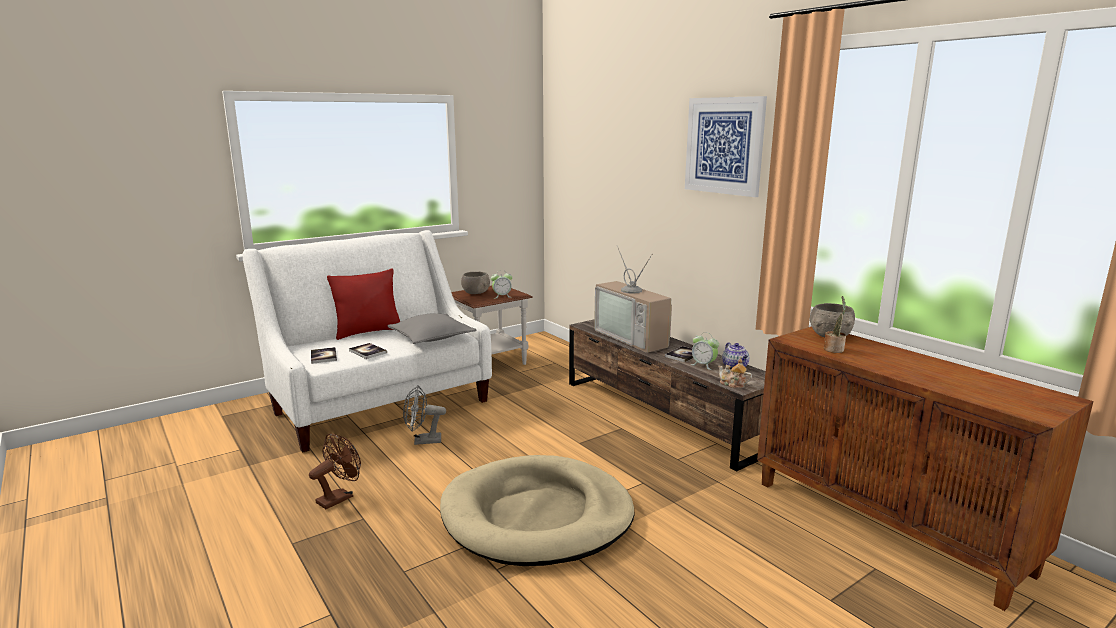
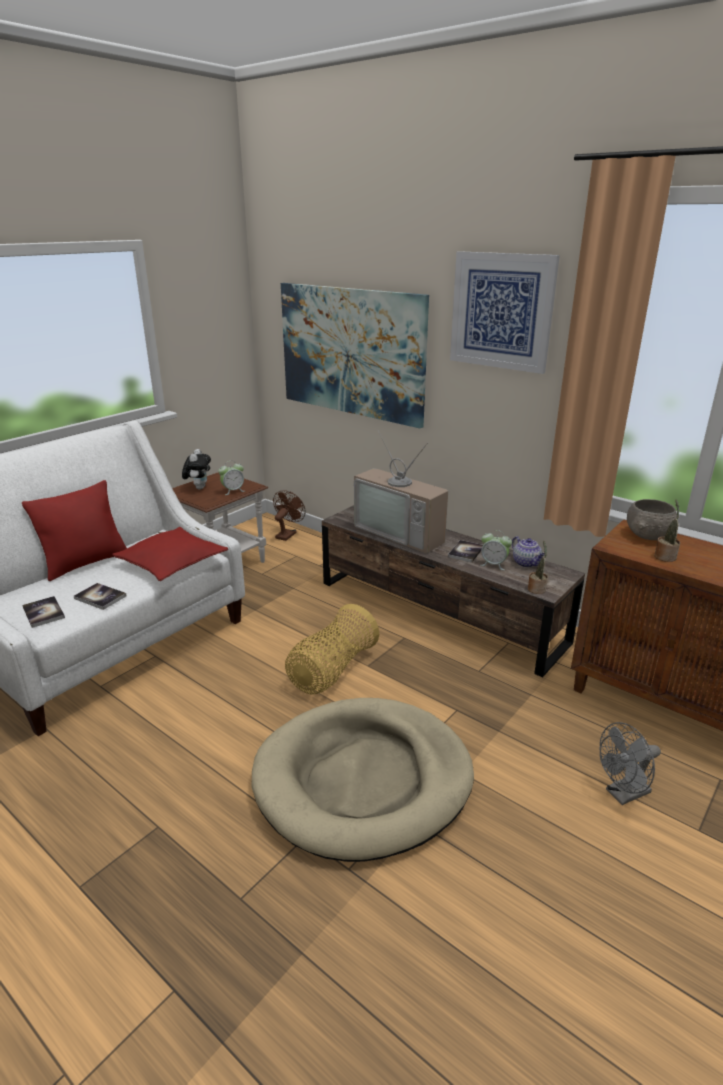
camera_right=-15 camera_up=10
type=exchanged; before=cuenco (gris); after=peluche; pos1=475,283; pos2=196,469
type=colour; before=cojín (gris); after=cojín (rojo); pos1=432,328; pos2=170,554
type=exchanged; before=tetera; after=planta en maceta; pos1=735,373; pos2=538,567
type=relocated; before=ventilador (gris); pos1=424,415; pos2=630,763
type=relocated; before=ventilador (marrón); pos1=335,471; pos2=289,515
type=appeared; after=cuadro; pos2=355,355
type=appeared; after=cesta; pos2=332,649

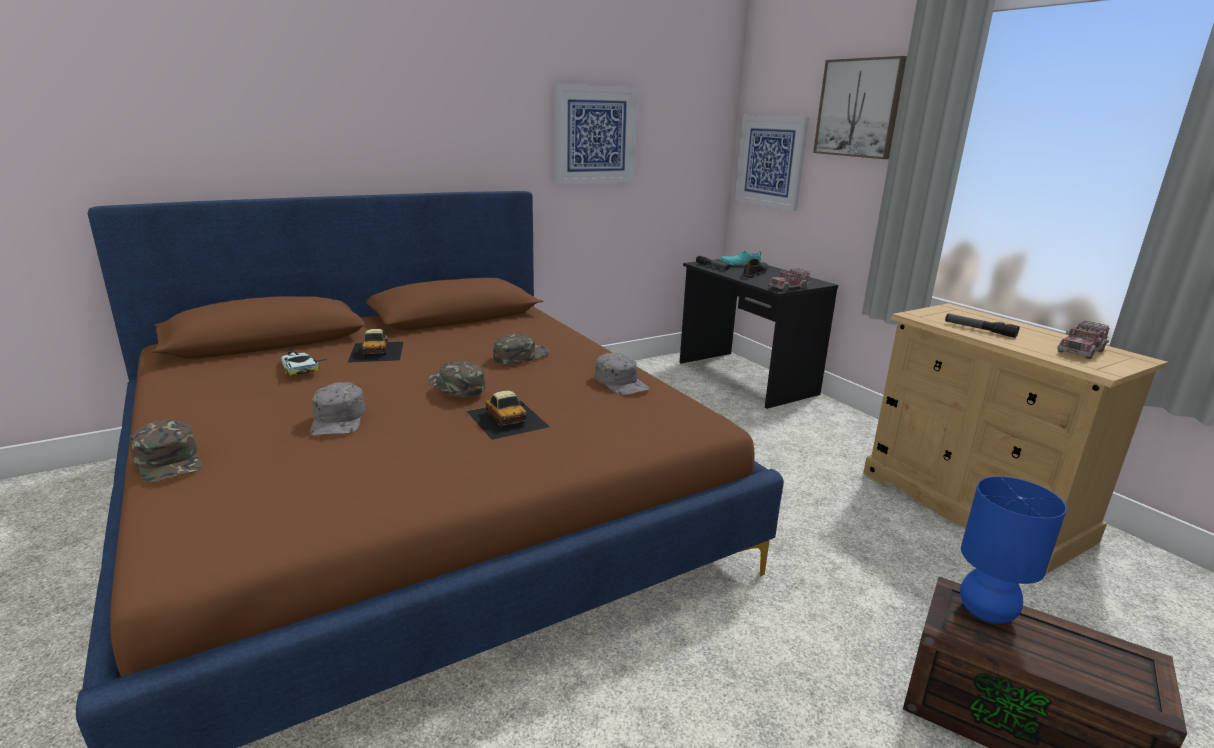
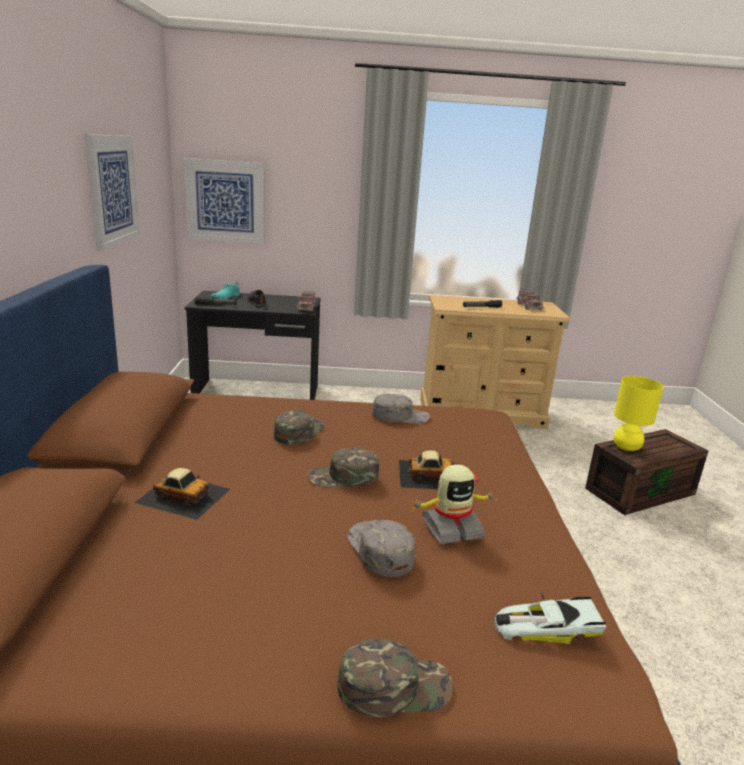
camera_right=-60 camera_up=0
type=missing; before=cuadro; pos1=860,107
type=spun; before=gorra (verde); pos1=521,349; pos2=299,427; turn=45
type=relocated; before=coche de juguete; pos1=304,362; pos2=550,618
type=spun; before=gorra (gris); pos1=337,409; pos2=381,548; turn=-135
type=colour; before=lámpara de mesa (azul); after=lámpara de mesa (amarillo); pos1=1013,550; pos2=638,413
type=appeared; after=robot de juguete; pos2=453,504

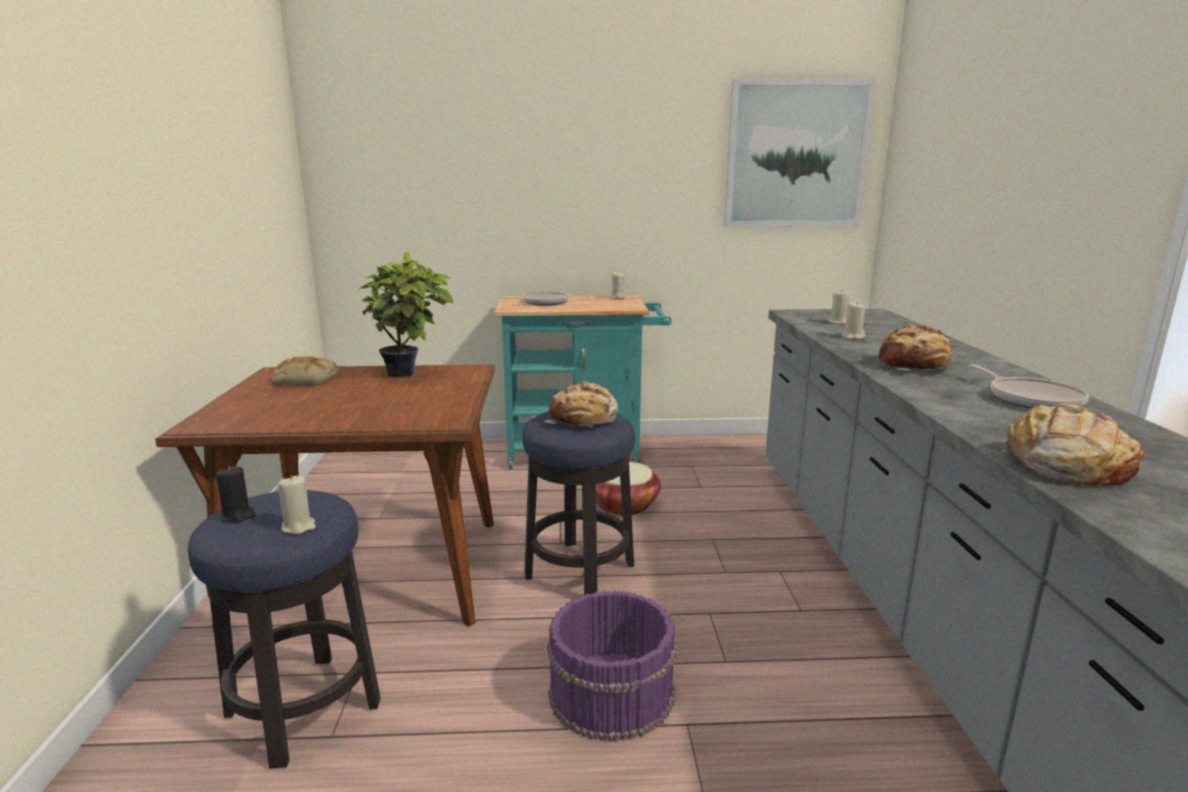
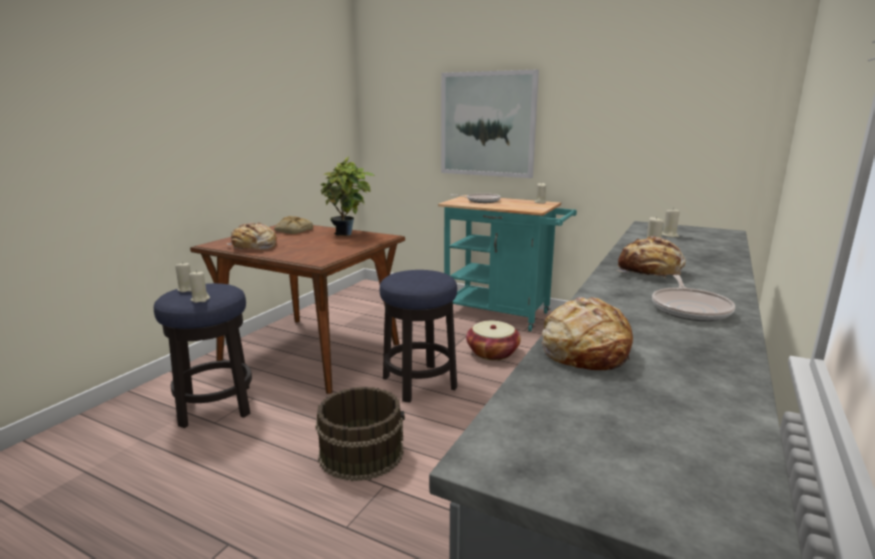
camera_right=30 camera_up=0
type=relocated; before=cuadro; pos1=800,152; pos2=490,124
type=relocated; before=pan; pos1=581,404; pos2=251,236
type=colour; before=vela (negro); after=vela (beis); pos1=235,494; pos2=183,277
type=colour; before=cubo (morado); after=cubo (marrón); pos1=612,667; pos2=360,434

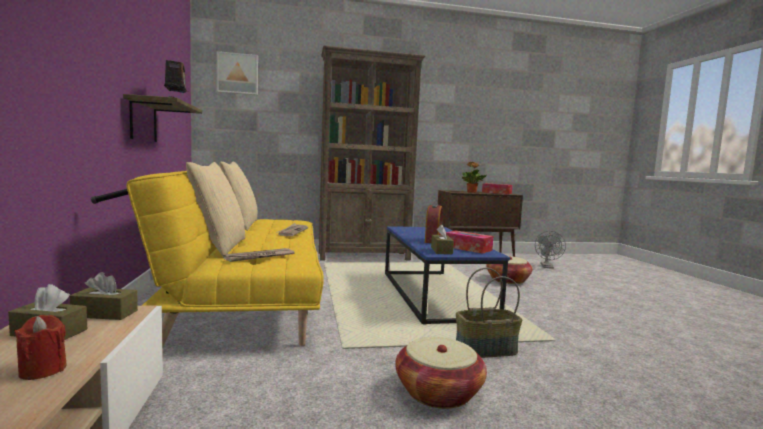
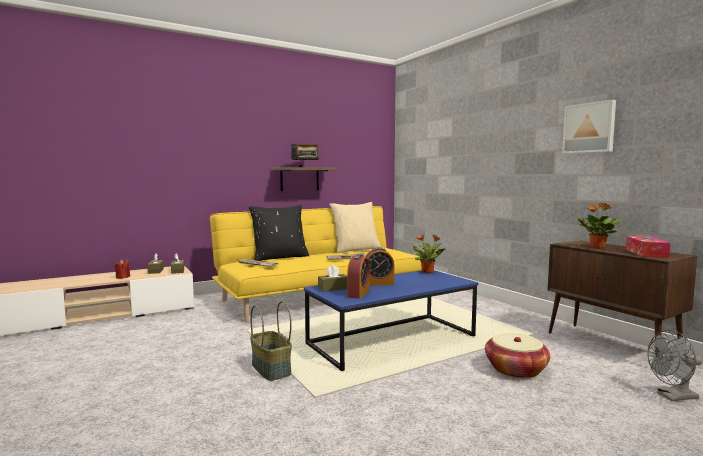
camera_right=70 camera_up=0
type=missing; before=estantería (marrón); pos1=372,153
type=relocated; before=cuadro; pos1=237,73; pos2=589,126
type=colour; before=cojín (beis); after=cojín (negro); pos1=215,209; pos2=279,233
type=exchanged; before=caja de pañuelos; after=despertador; pos1=470,242; pos2=358,276
type=missing; before=cesta; pos1=441,373
type=appeared; after=planta en maceta; pos2=428,253

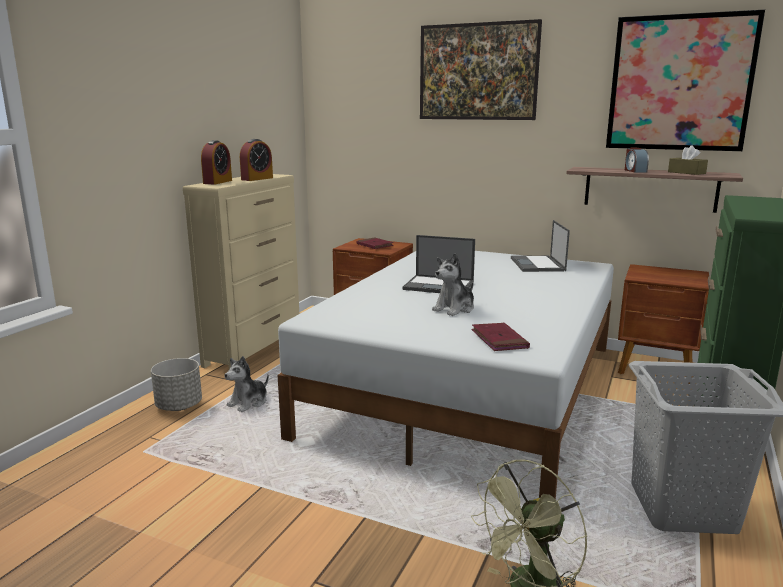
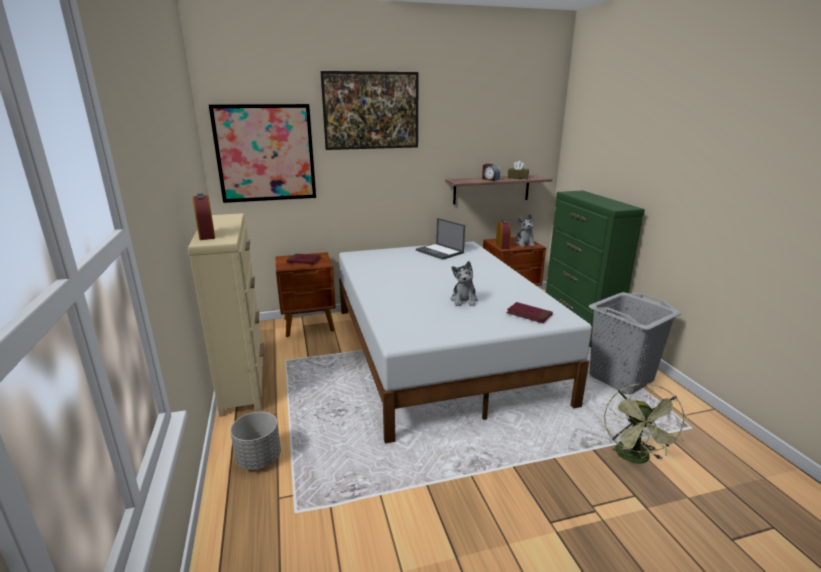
camera_right=-40 camera_up=5
type=relocated; before=cuadro; pos1=685,80; pos2=262,153
type=relocated; before=despertador; pos1=256,160; pos2=503,234
type=missing; before=portátil; pos1=438,264
type=relocated; before=peluche; pos1=246,384; pos2=525,230

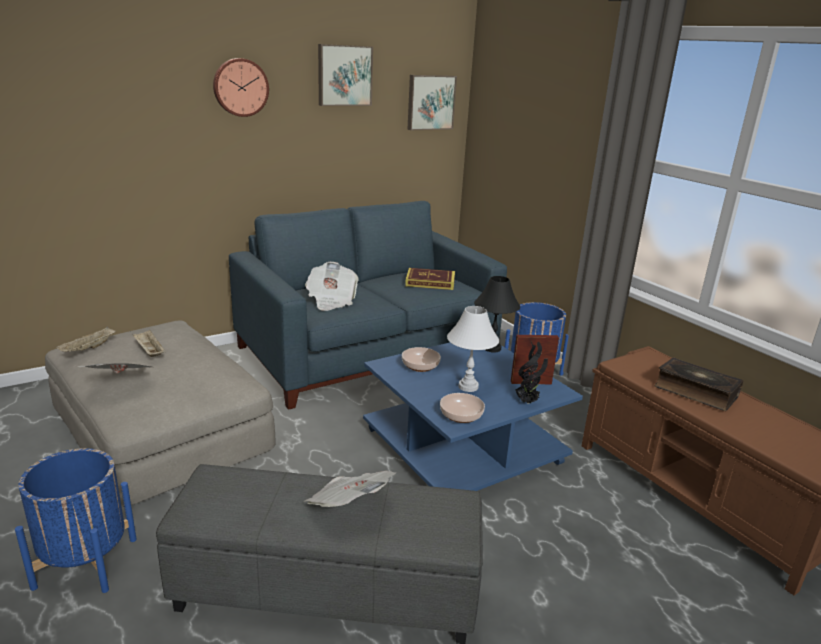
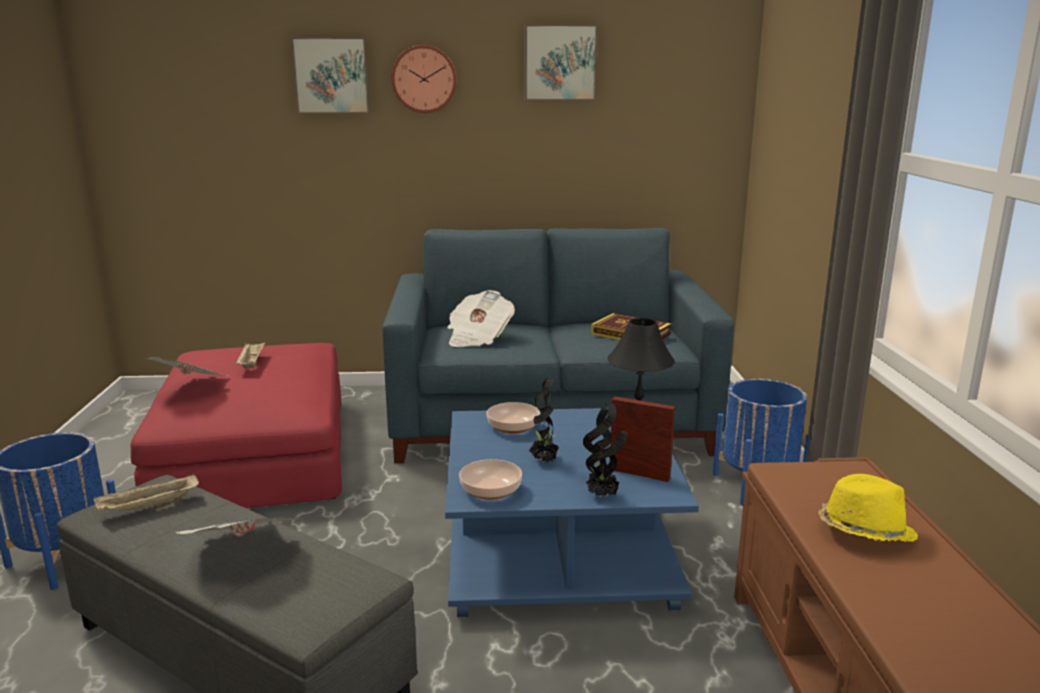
camera_right=30 camera_up=-5
type=relocated; before=cuadro; pos1=432,102; pos2=330,75
type=exchanged; before=lámpara de mesa (blanco); after=planta en maceta; pos1=473,349; pos2=545,420
type=colour; before=puf (beis); after=puf (rojo); pos1=160,413; pos2=236,425
type=relocated; before=bandeja (beis); pos1=86,339; pos2=146,492
type=exchanged; before=libro; after=sombrero (amarillo); pos1=698,384; pos2=868,508

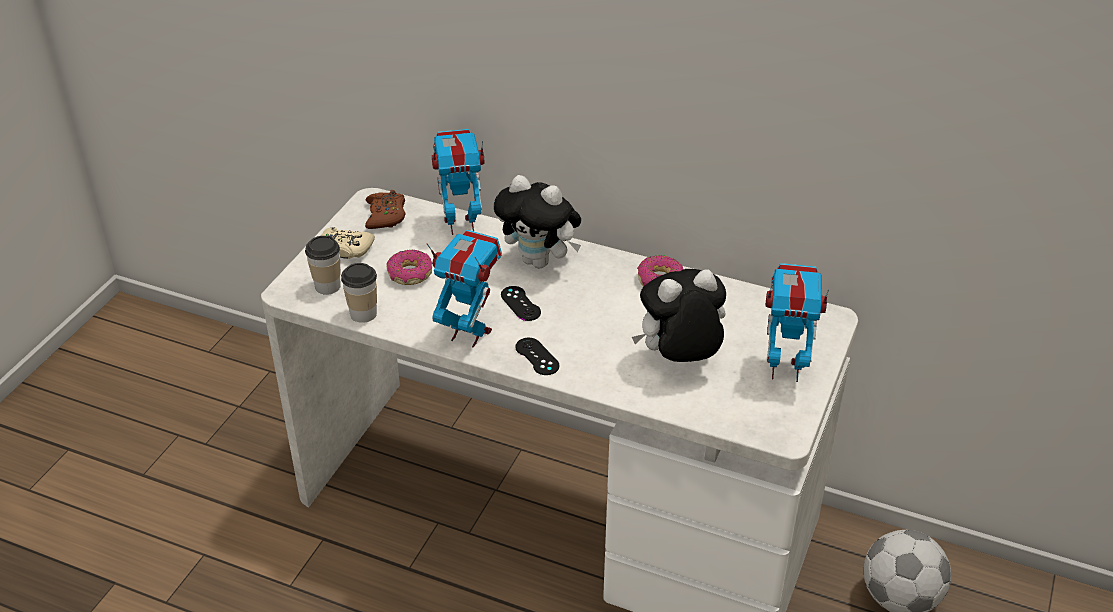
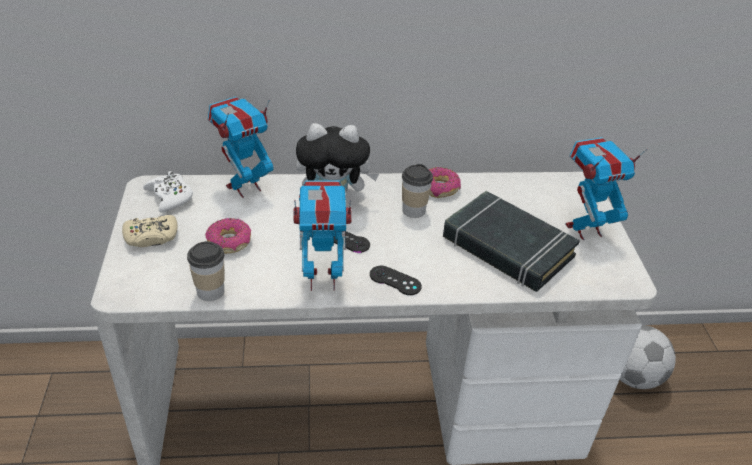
camera_right=-30 camera_up=0
type=colour; before=mando de consola (marrón); after=mando de consola (blanco); pos1=385,209; pos2=168,192
type=relocated; before=taza; pos1=323,265; pos2=417,191
type=exchanged; before=peluche; after=libro (negro); pos1=679,315; pos2=511,241

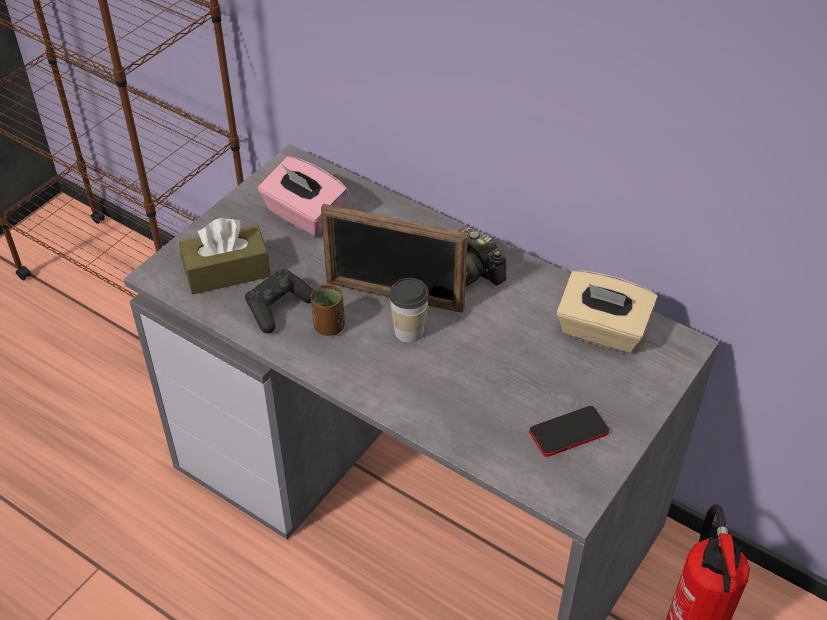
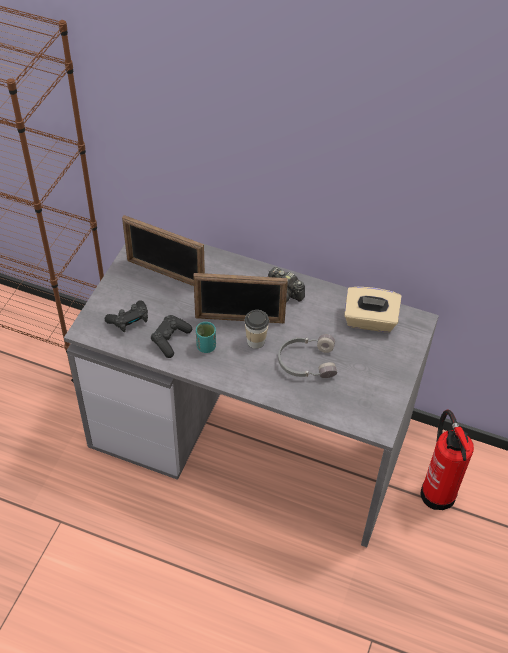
camera_right=-15 camera_up=5
type=exchanged; before=caja de pañuelos (rosa); after=portarretratos; pos1=303,196; pos2=163,250
type=exchanged; before=caja de pañuelos (marrón); after=mando de consola (negro); pos1=225,256; pos2=126,316
type=colour; before=taza (marrón); after=taza (turquesa); pos1=328,310; pos2=206,337
type=missing; before=móvil; pos1=569,431
type=appeared; after=auriculares (gris); pos2=307,356

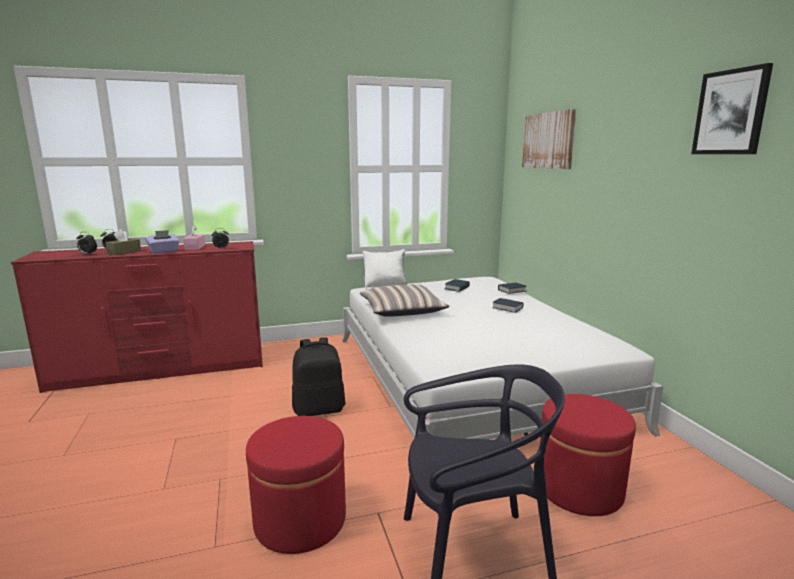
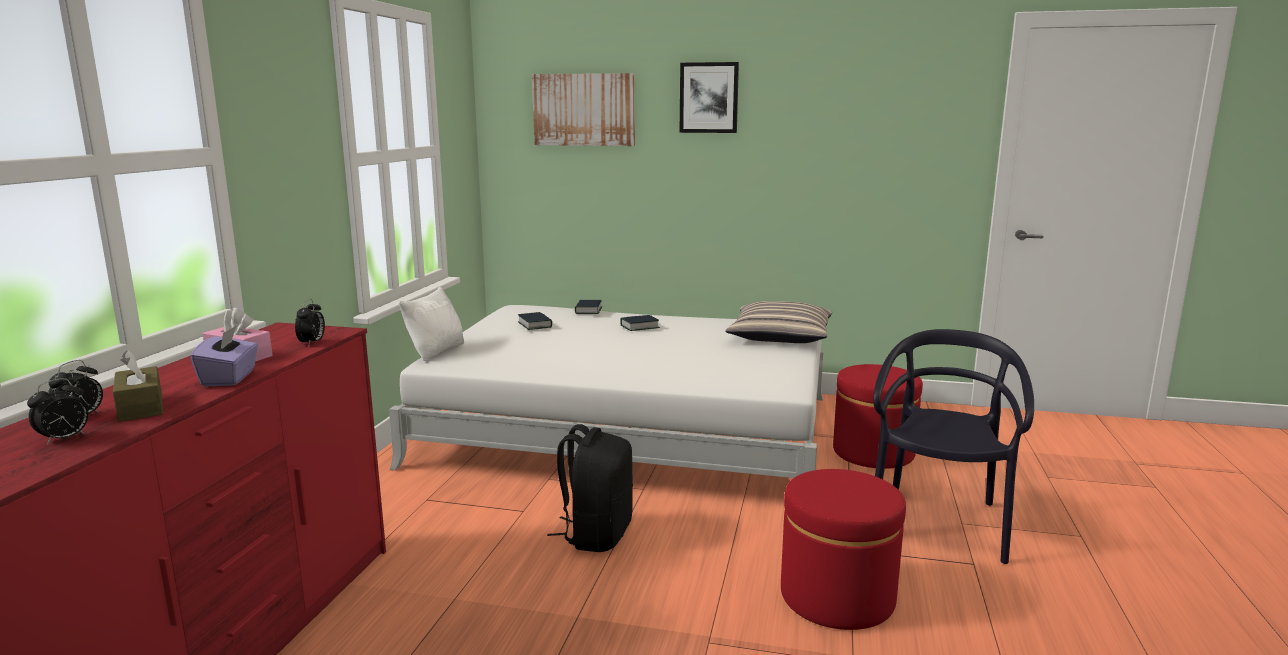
camera_right=-60 camera_up=0
type=relocated; before=cuadro; pos1=732,108; pos2=709,97
type=relocated; before=cojín; pos1=405,300; pos2=778,322

